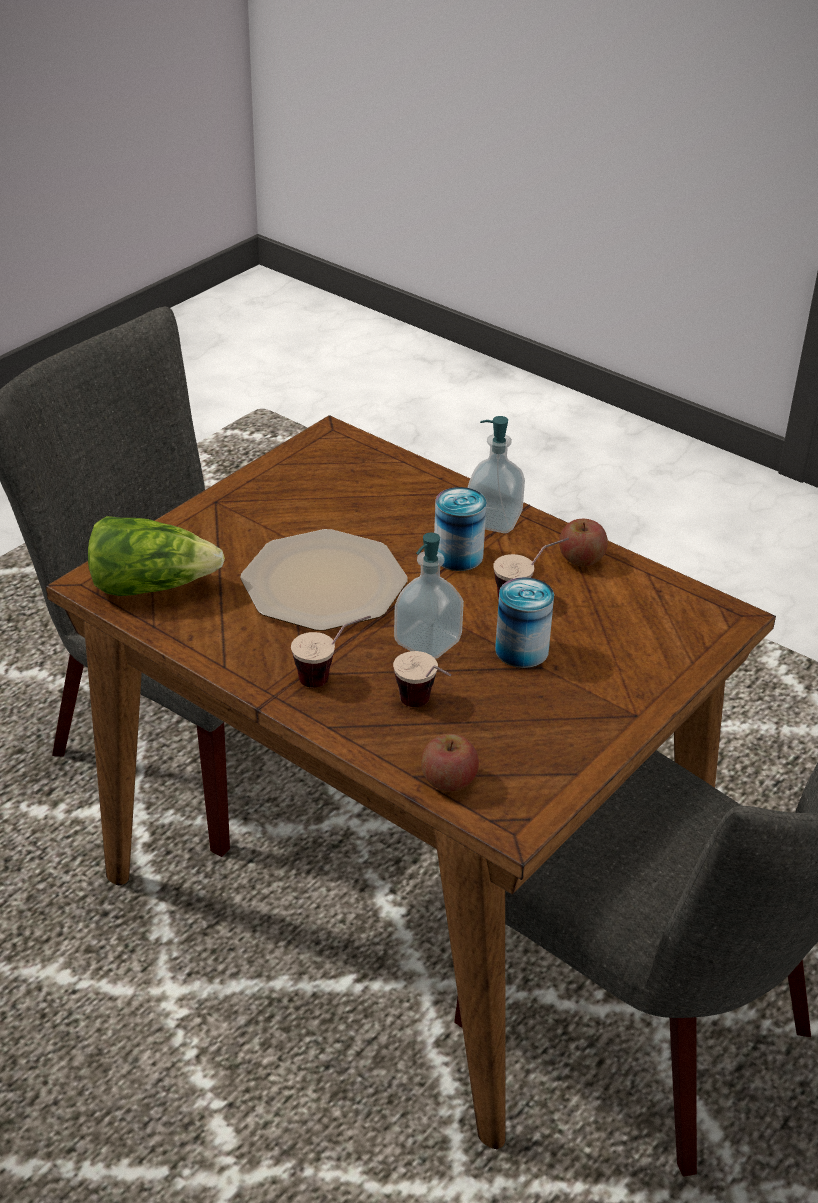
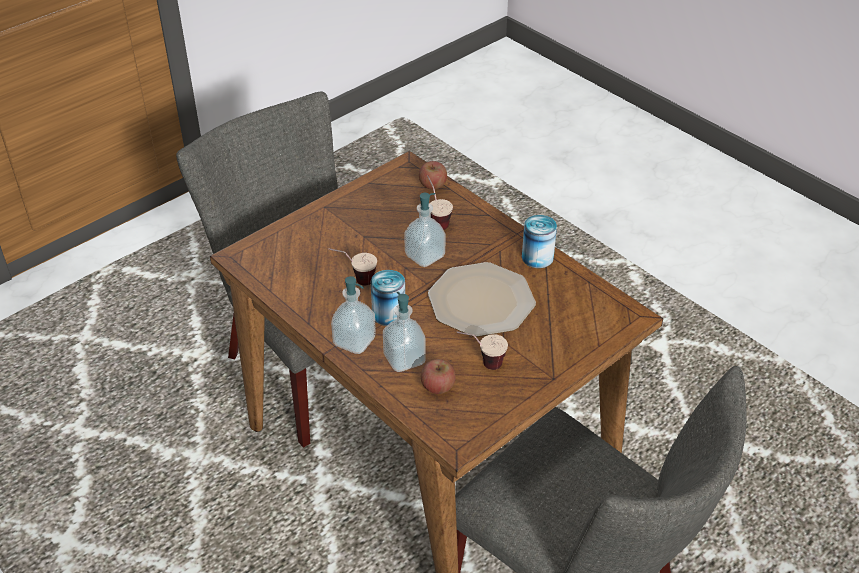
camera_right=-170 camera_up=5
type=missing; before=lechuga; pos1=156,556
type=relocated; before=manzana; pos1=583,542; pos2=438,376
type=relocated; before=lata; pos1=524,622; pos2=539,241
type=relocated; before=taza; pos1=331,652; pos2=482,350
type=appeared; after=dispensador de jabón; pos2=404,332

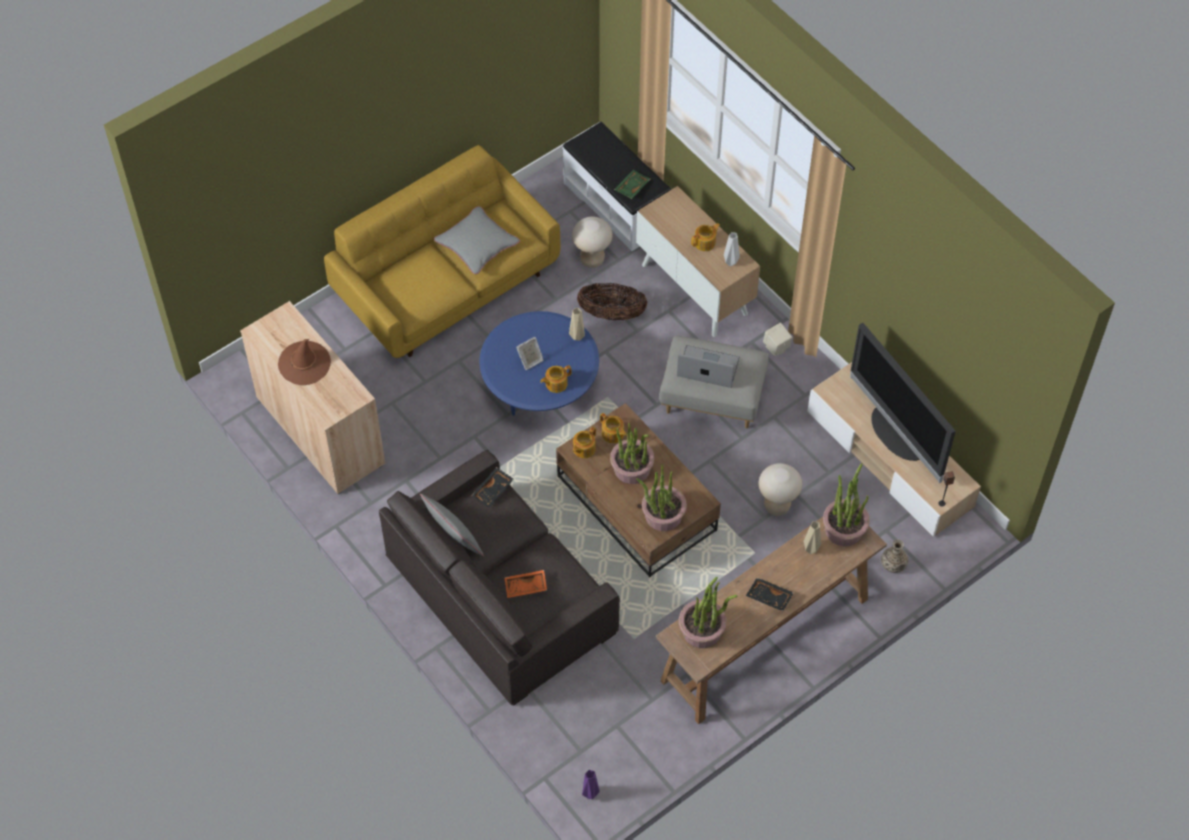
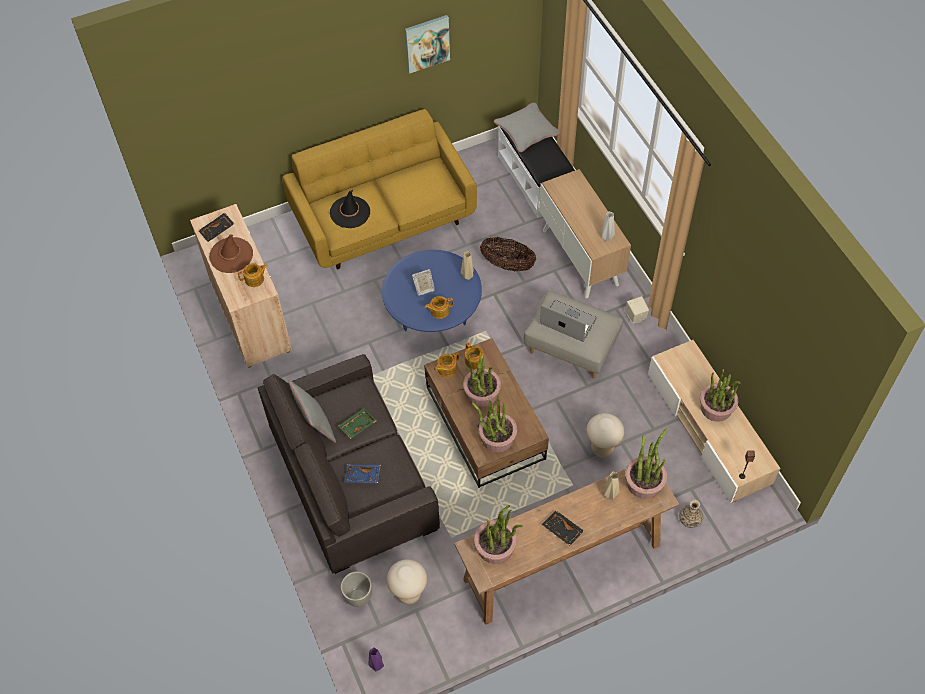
camera_right=15 camera_up=0
type=relocated; before=bandeja (verde); pos1=632,184; pos2=357,423
type=relocated; before=cojín (gris); pos1=477,240; pos2=527,127
type=relocated; before=taburete (beis); pos1=592,242; pos2=407,582
type=relocated; before=tetera; pos1=705,237; pos2=252,275
type=exchanged; before=televisor; after=planta en maceta; pos1=903,403; pos2=720,395
type=relocated; before=bandeja (negro); pos1=493,487; pos2=216,227
type=colour; before=bandeja (naranja); after=bandeja (azul); pos1=526,584; pos2=362,473
type=appeared; after=cuadro; pos2=427,44
type=appeared; after=sombrero (negro); pos2=350,208
type=appeared; after=maceta (gris); pos2=356,589

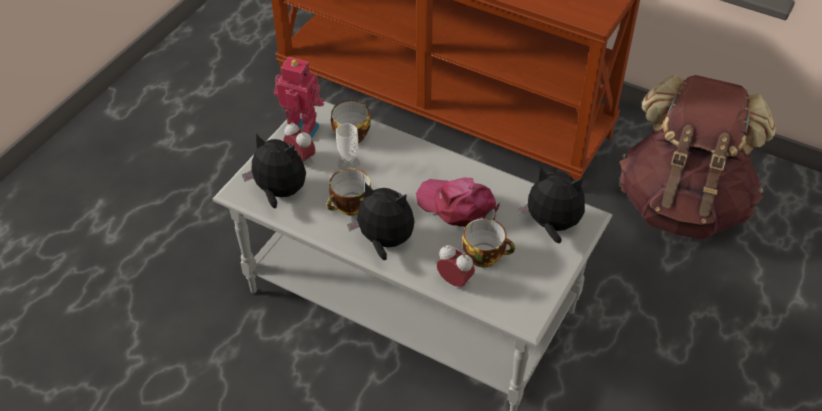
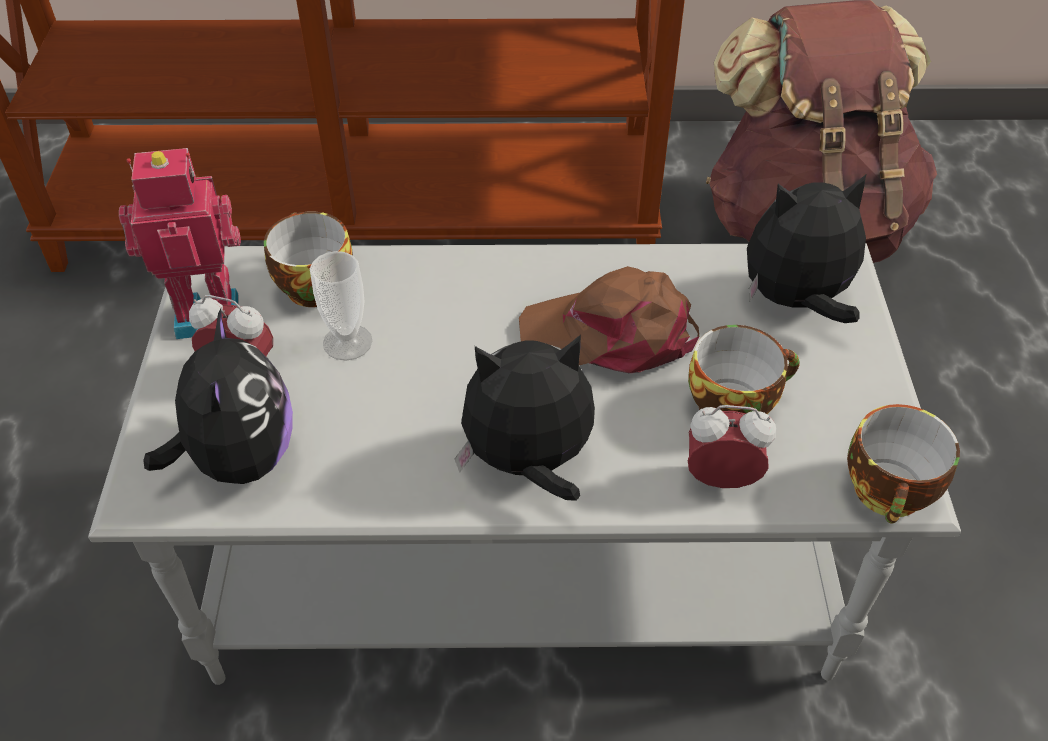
camera_right=-30 camera_up=0
type=spun; before=peluche; pos1=274,171; pos2=218,396; turn=90
type=relocated; before=taza; pos1=349,191; pos2=903,464
type=colour; before=gorra (rosa); after=gorra (marrón); pos1=458,202; pos2=609,319

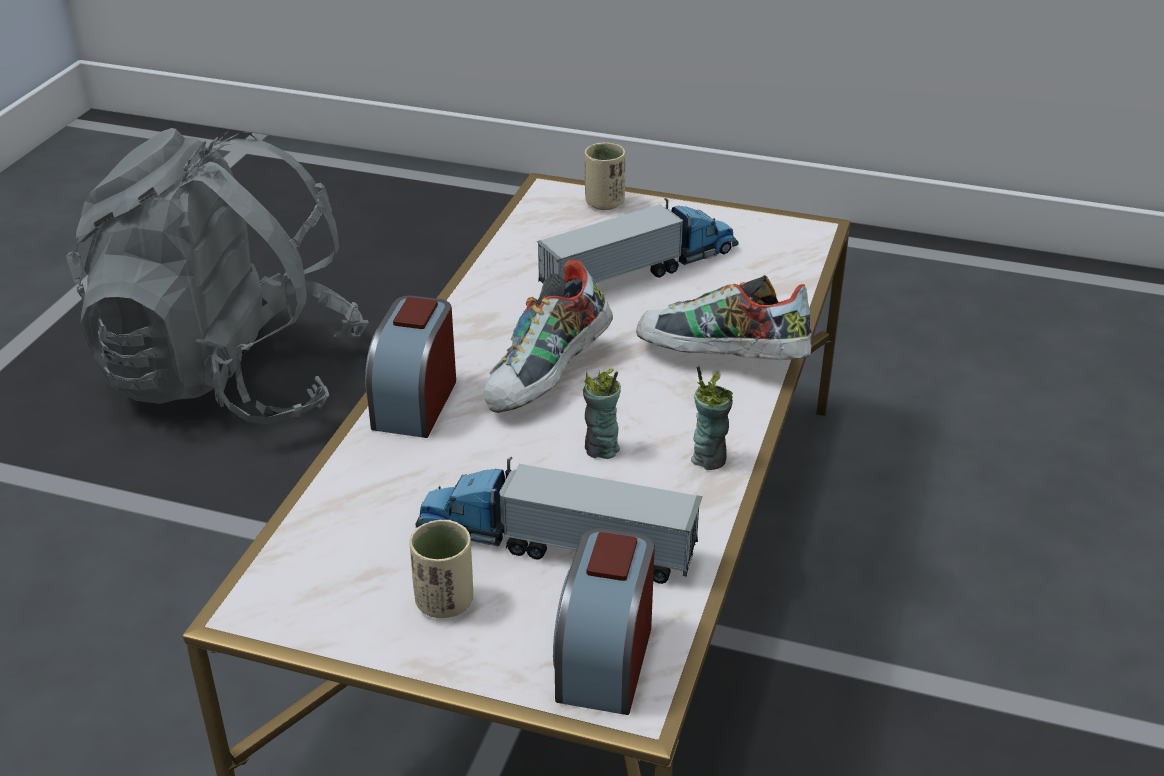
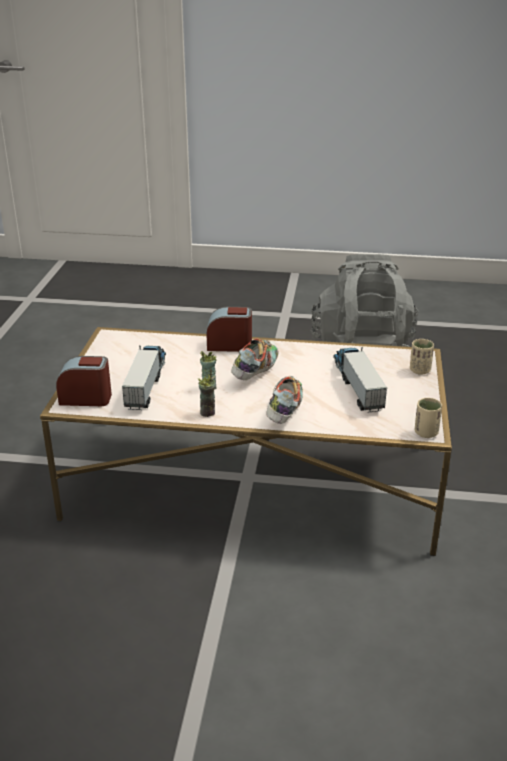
camera_right=80 camera_up=-5
type=spun; before=camión de juguete; pos1=637,240; pos2=360,379; turn=-150
type=spun; before=zapato; pos1=548,336; pos2=254,359; turn=90
type=relocated; before=taza (beis); pos1=441,569; pos2=428,418

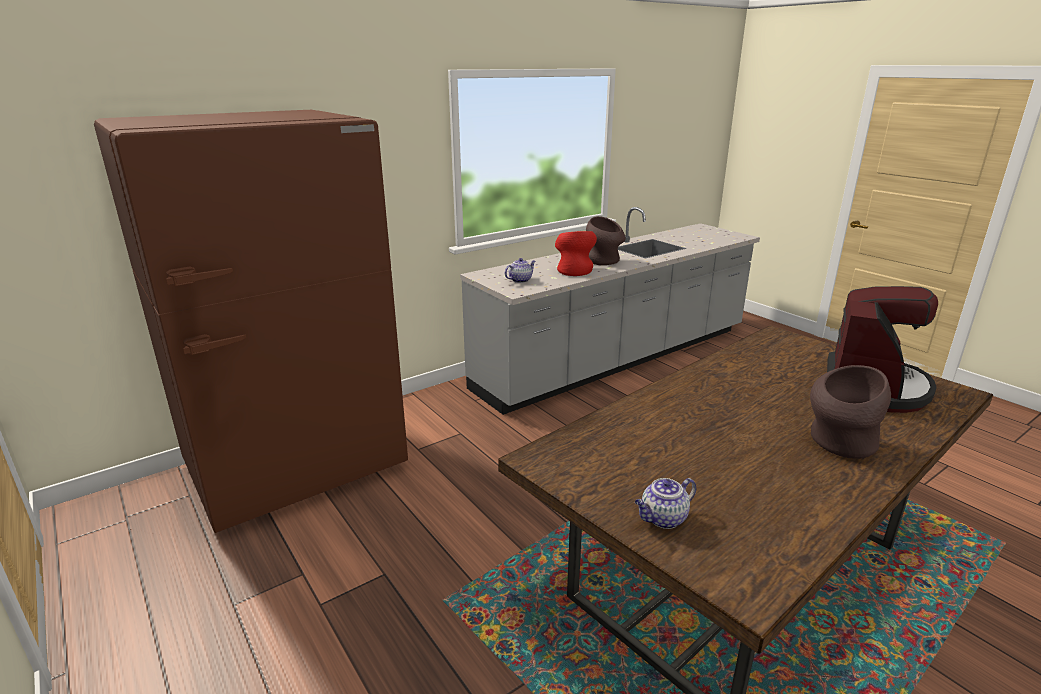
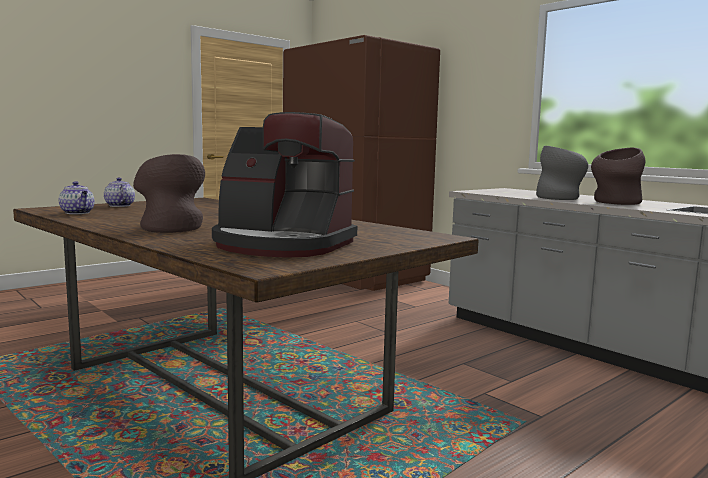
camera_right=85 camera_up=-15
type=colour; before=florero (rojo); after=florero (gris); pos1=576,253; pos2=562,173
type=relocated; before=tetera; pos1=520,270; pos2=77,197

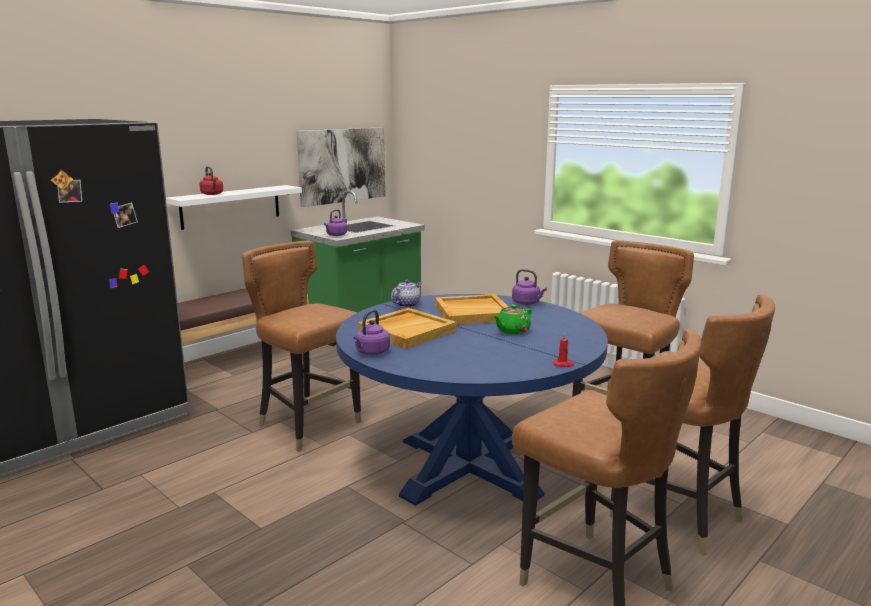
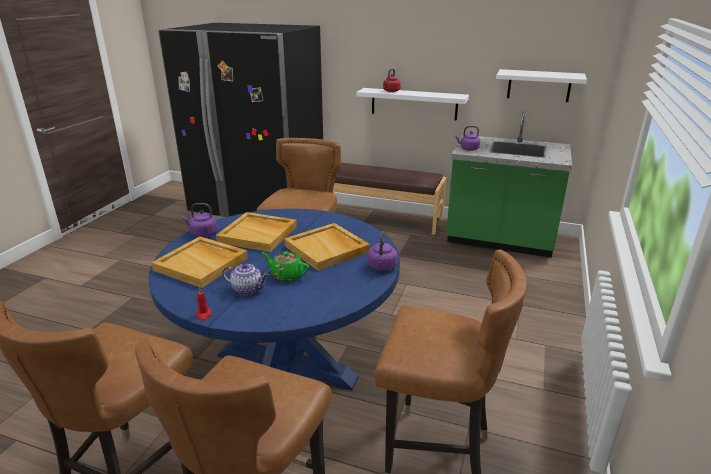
camera_right=65 camera_up=10
type=exchanged; before=cuadro; after=estante (blanco); pos1=341,167; pos2=541,85
type=relocated; before=tetera; pos1=406,294; pos2=245,279
type=appeared; after=bandeja (beis); pos2=199,262

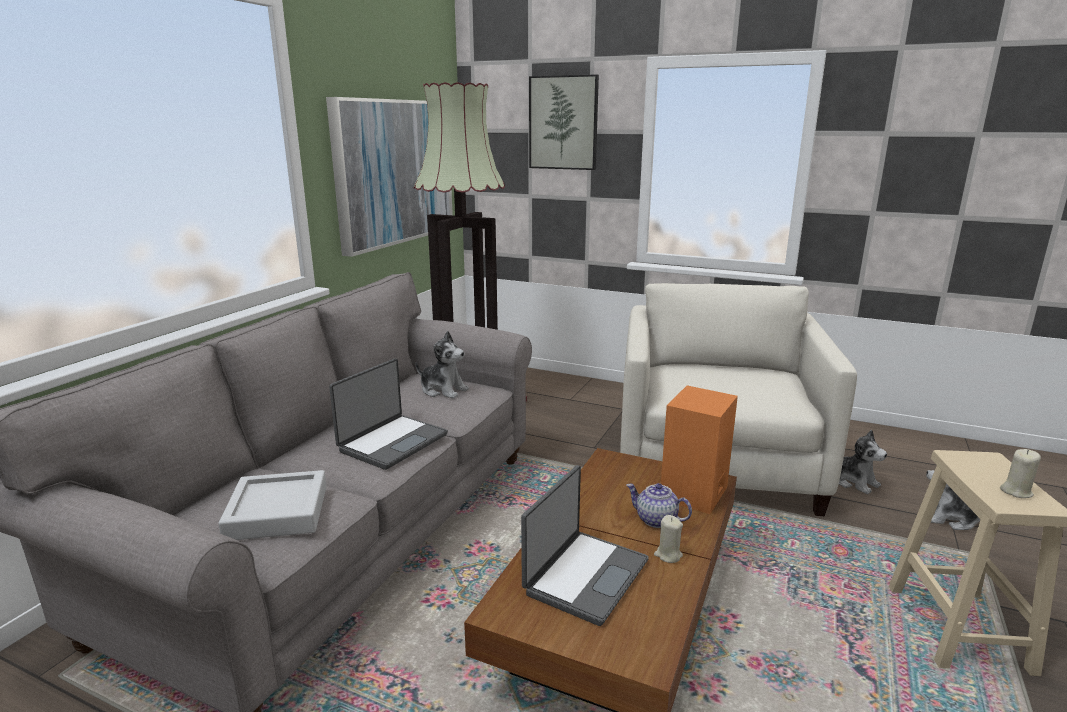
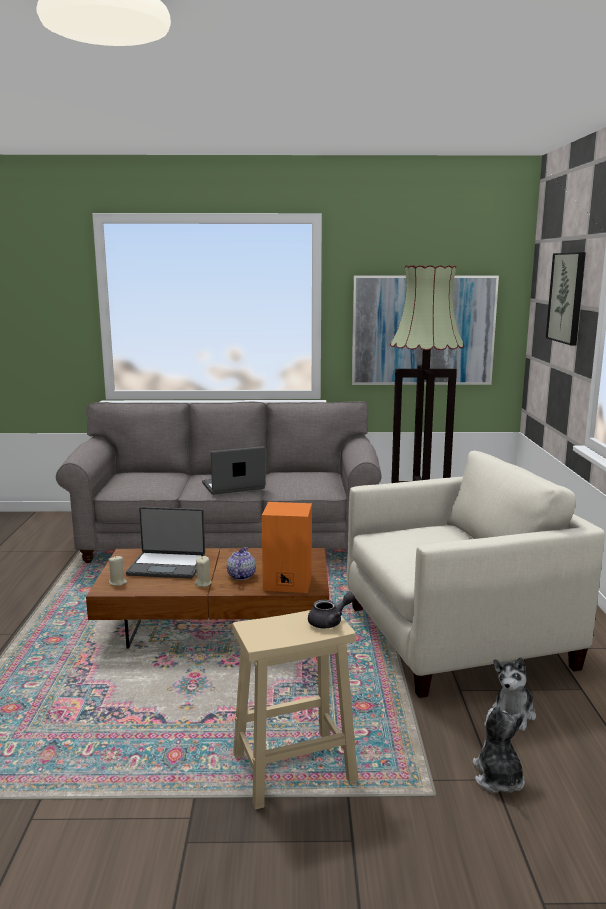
camera_right=65 camera_up=-5
type=missing; before=peluche; pos1=442,365
type=spun; before=portátil; pos1=388,414; pos2=234,470; turn=150
type=relocated; before=vela (beis); pos1=1020,473; pos2=118,570
type=missing; before=bandeja (gris); pos1=273,505
type=appeared; after=tetera (gris); pos2=331,610

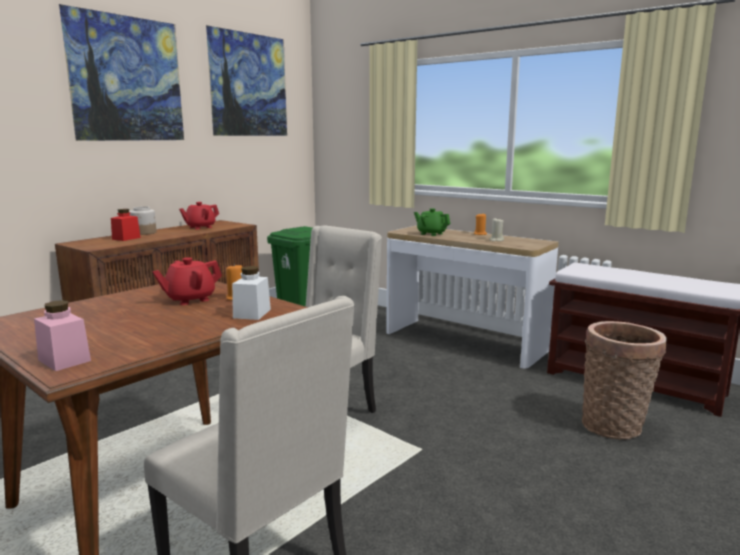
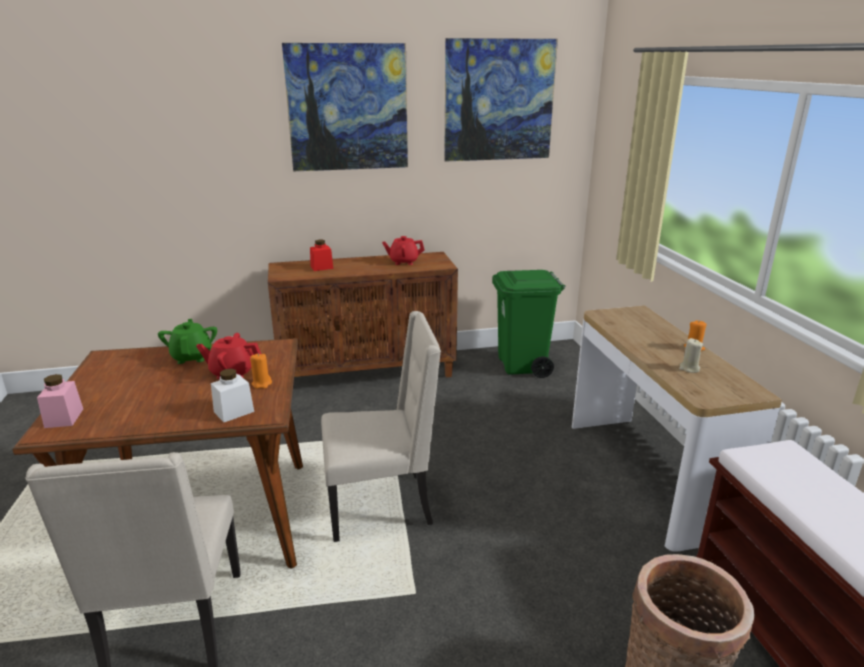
camera_right=40 camera_up=10
type=missing; before=tarro; pos1=143,220
type=relocated; before=tetera (verde); pos1=432,222; pos2=187,341

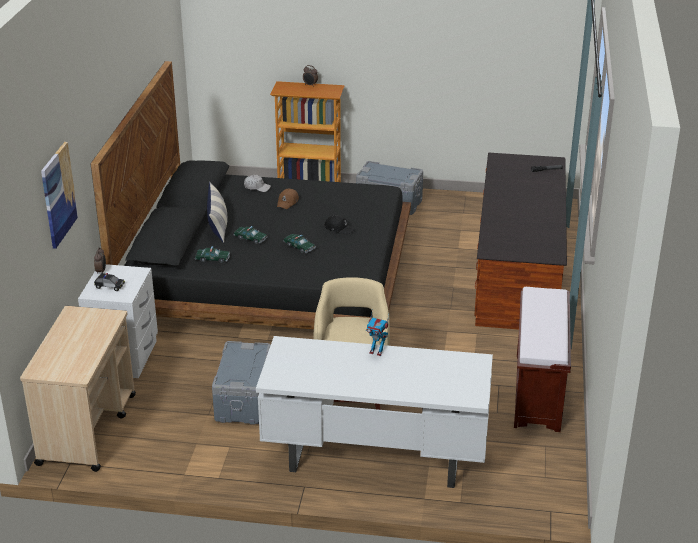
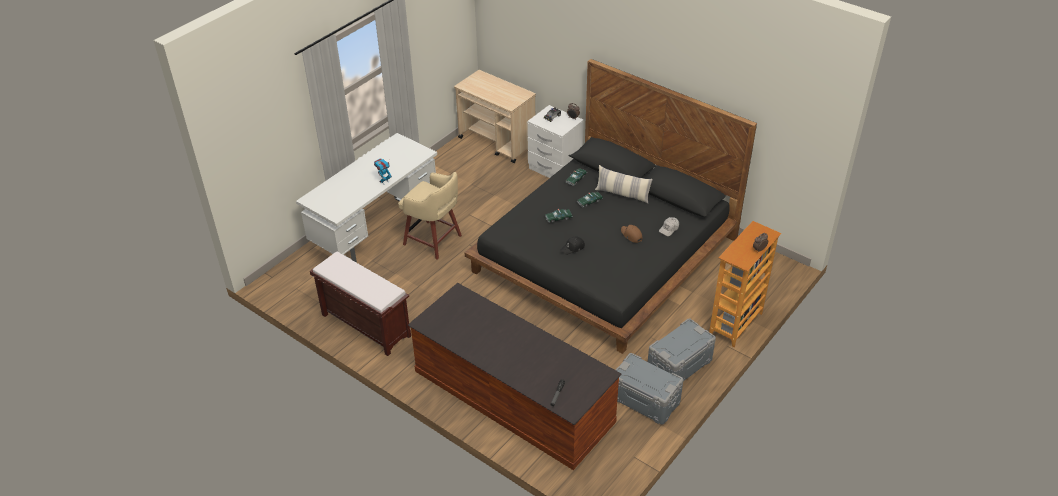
camera_right=120 camera_up=10
type=missing; before=cuadro; pos1=59,195
type=relocated; before=caja de almacenaje (gris); pos1=241,383; pos2=649,389

